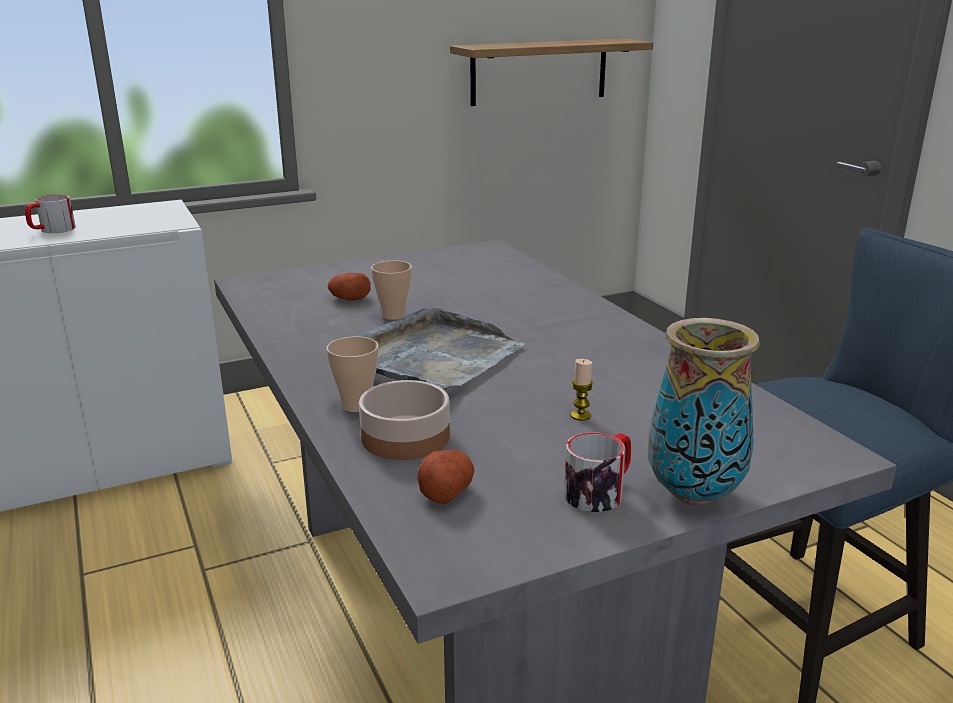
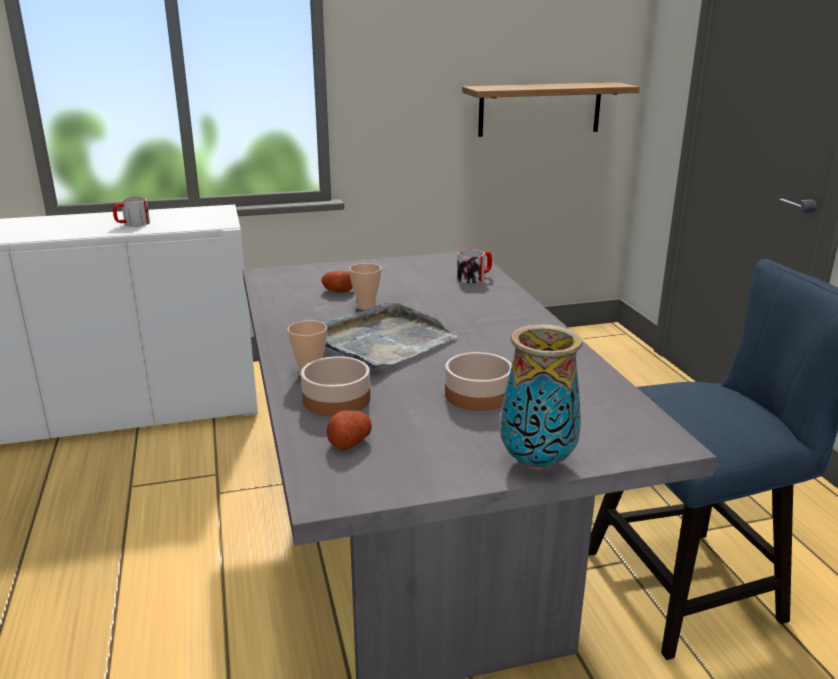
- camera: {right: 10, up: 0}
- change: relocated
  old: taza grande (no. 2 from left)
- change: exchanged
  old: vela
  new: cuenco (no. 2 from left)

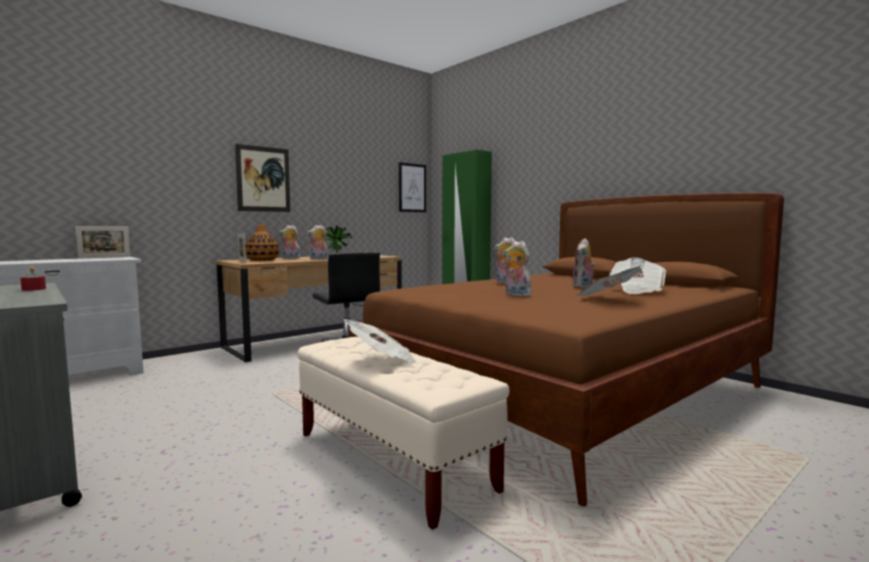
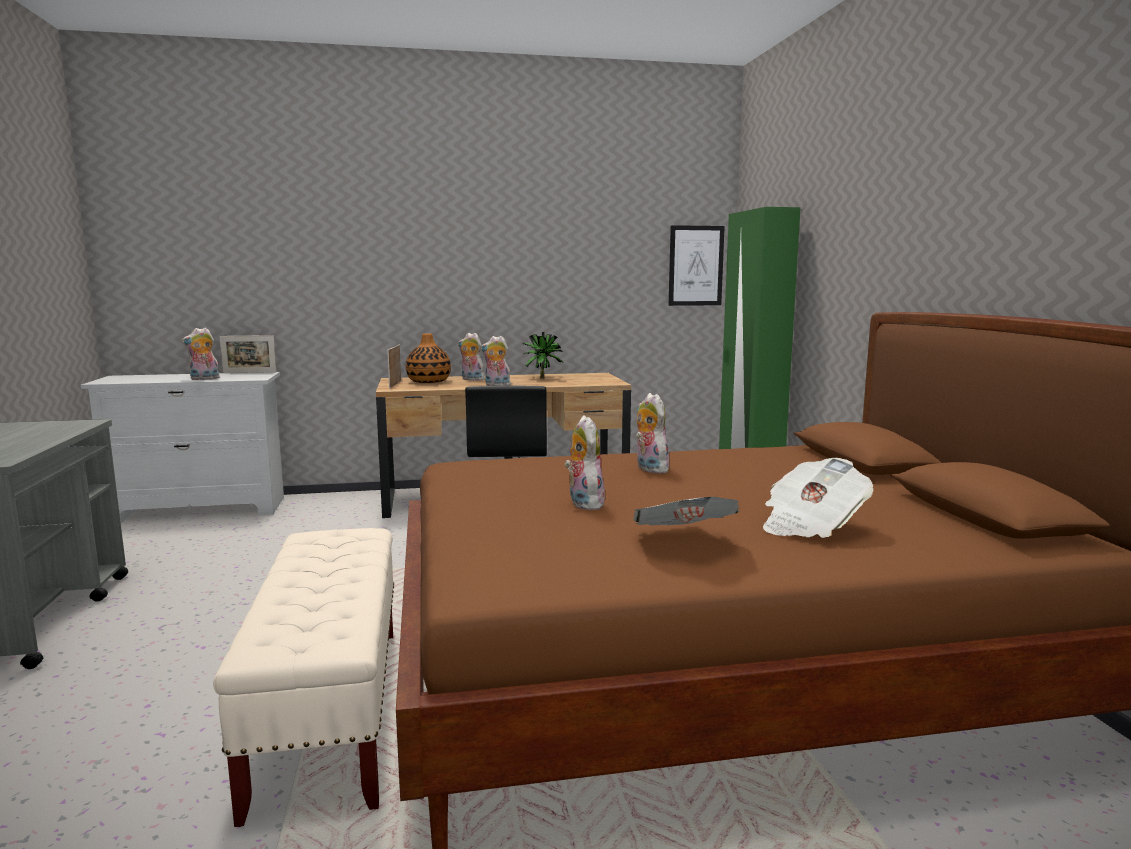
- camera: {right: 30, up: 5}
- change: missing
  old: vela/rojo
- change: missing
  old: cuadro (no. 1 from left)
- change: missing
  old: periódico (no. 1 from left)
- change: relocated
  old: peluche (no. 5 from left in the first image)
  new: peluche (no. 1 from left)

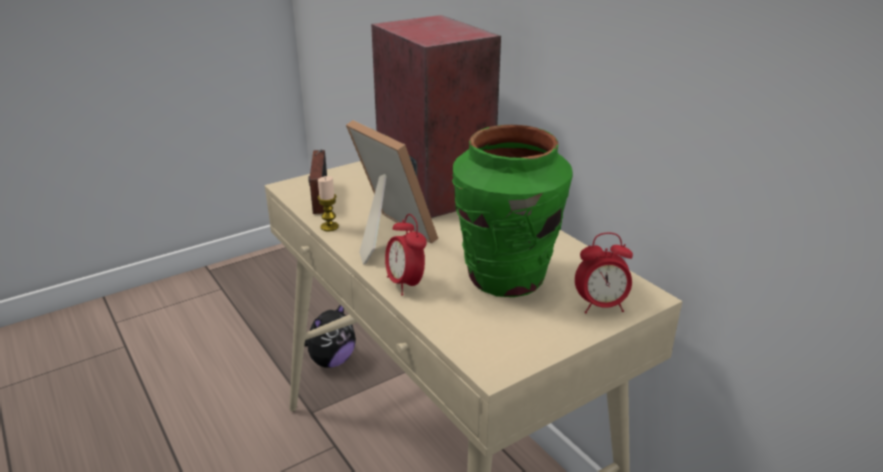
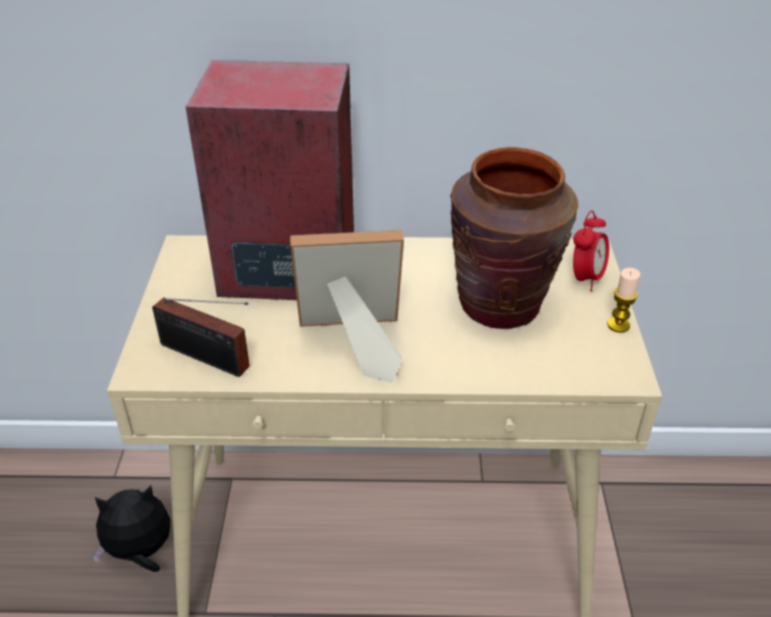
- camera: {right: -55, up: 10}
- change: spun
  old: peluche
  degrees: -90
- change: relocated
  old: vela
- change: missing
  old: despertador (no. 1 from left)
- change: colour
  old: florero/verde
  new: florero/marrón

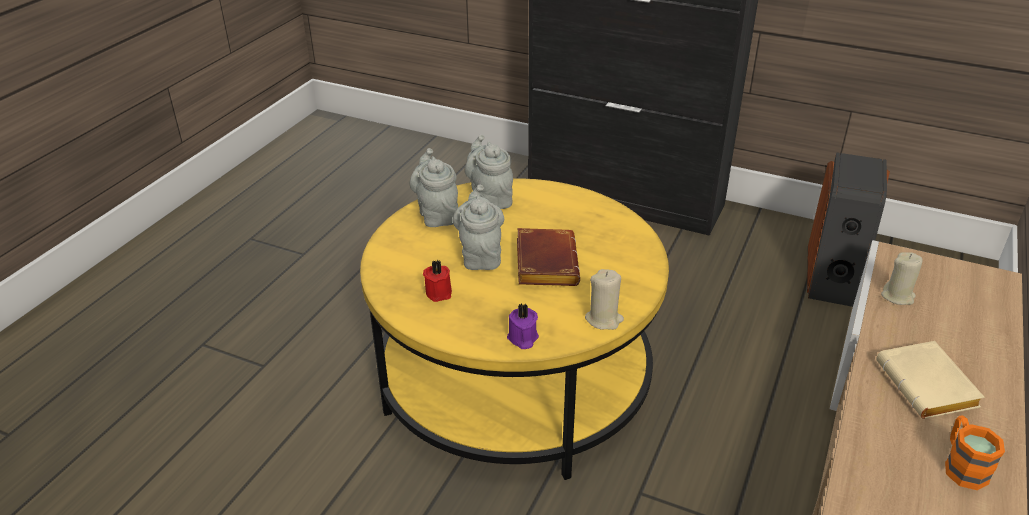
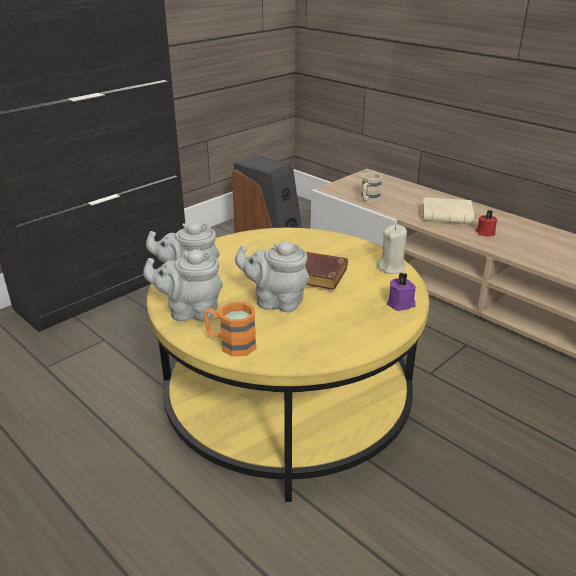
- camera: {right: -70, up: -5}
- change: relocated
  old: vela/rojo
- change: exchanged
  old: vela/beis (no. 2 from left)
  new: taza grande/beis
- change: relocated
  old: taza grande/naranja

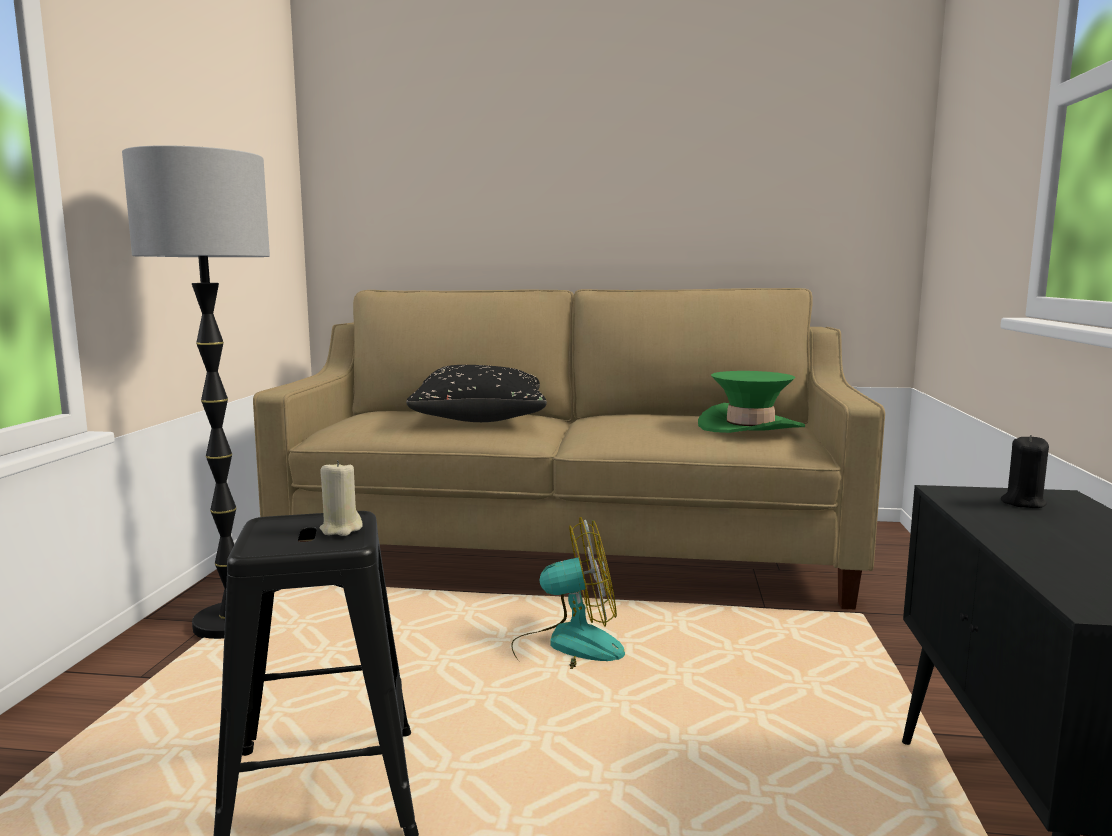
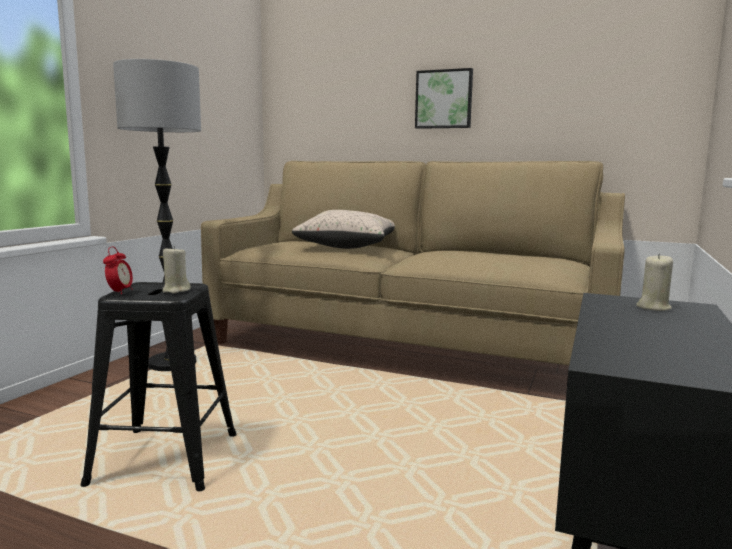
- camera: {right: 15, up: 0}
- change: colour
  old: cojín/negro
  new: cojín/beis
- change: missing
  old: ventilador
- change: missing
  old: sombrero/verde
- change: colour
  old: vela/negro
  new: vela/beis (no. 2 from left)
- change: appeared
  new: despertador
- change: appeared
  new: cuadro

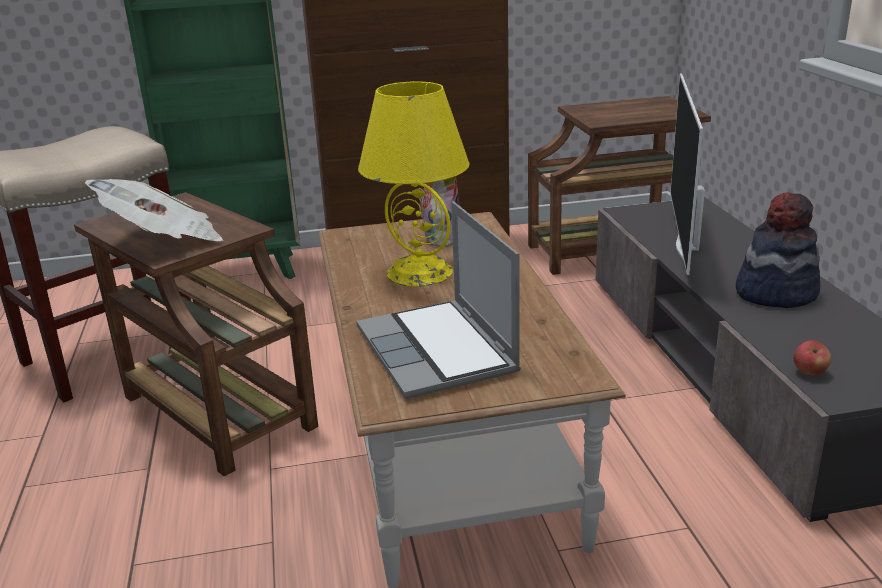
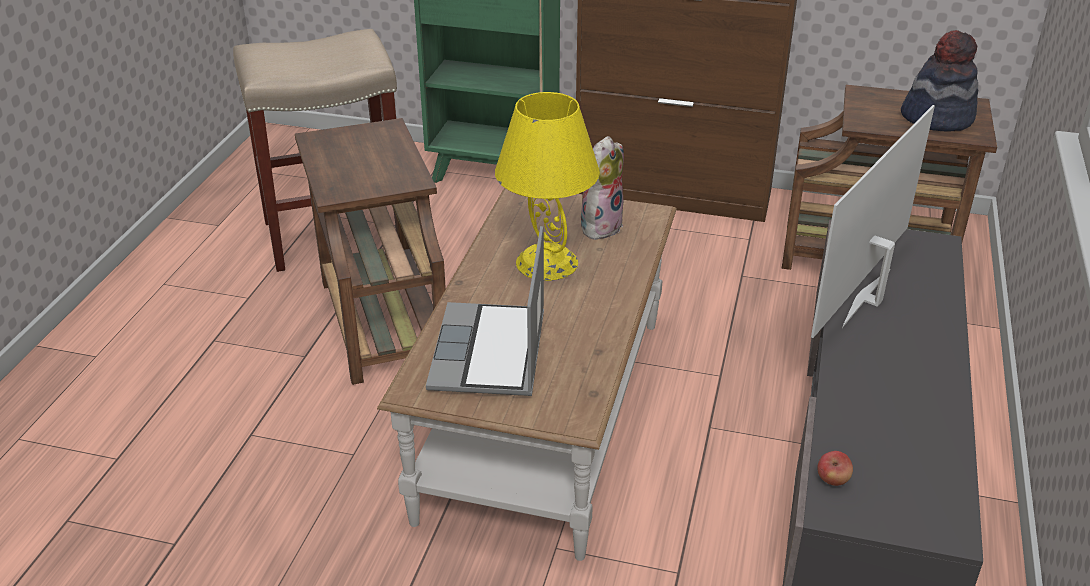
- camera: {right: 25, up: 10}
- change: missing
  old: periódico
- change: relocated
  old: sombrero

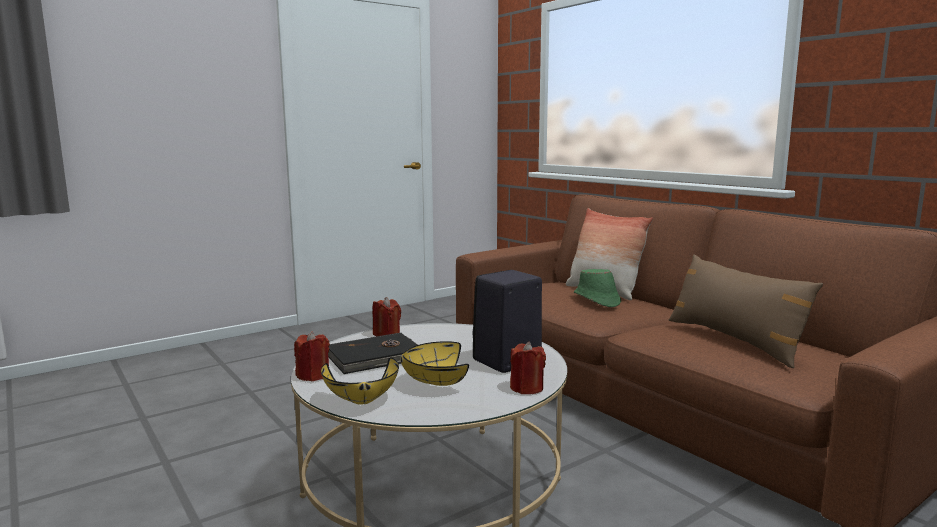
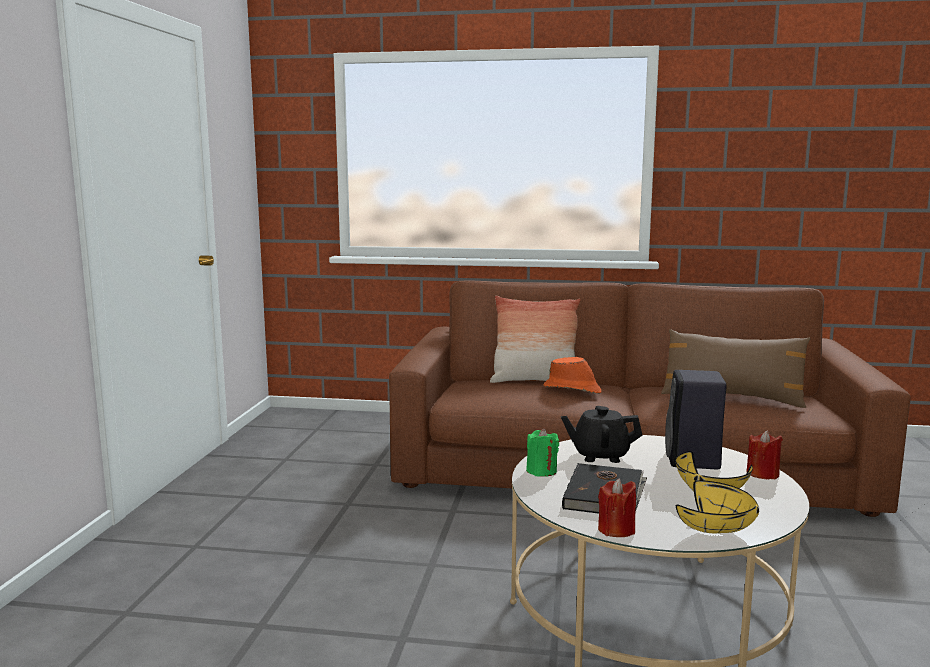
- camera: {right: -45, up: 0}
- change: colour
  old: vela/rojo (no. 2 from left)
  new: vela/verde
- change: colour
  old: sombrero/verde
  new: sombrero/naranja
- change: appeared
  new: tetera/negro

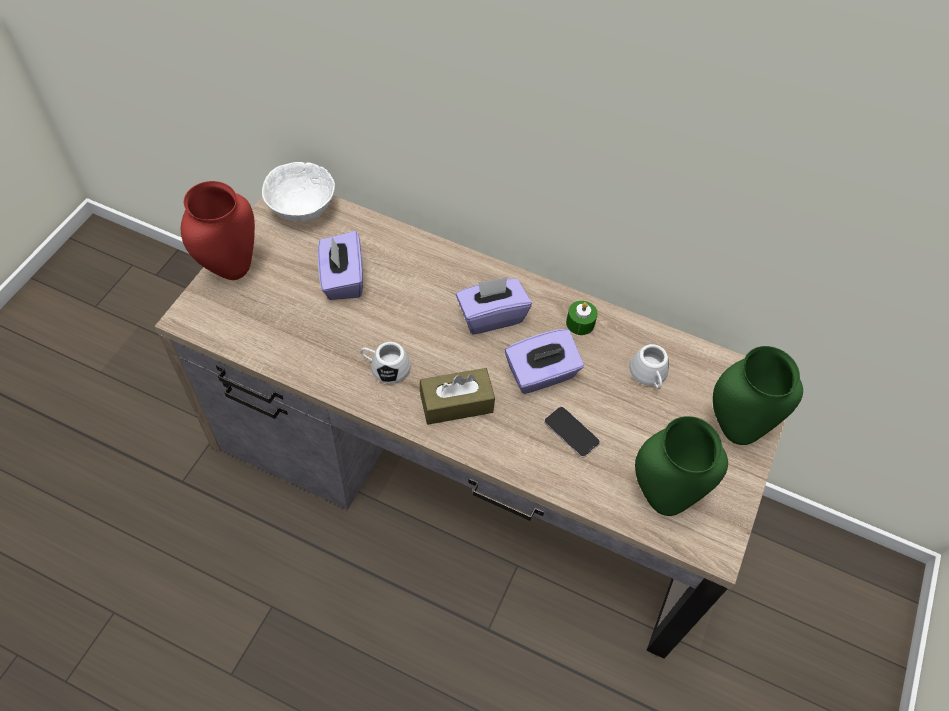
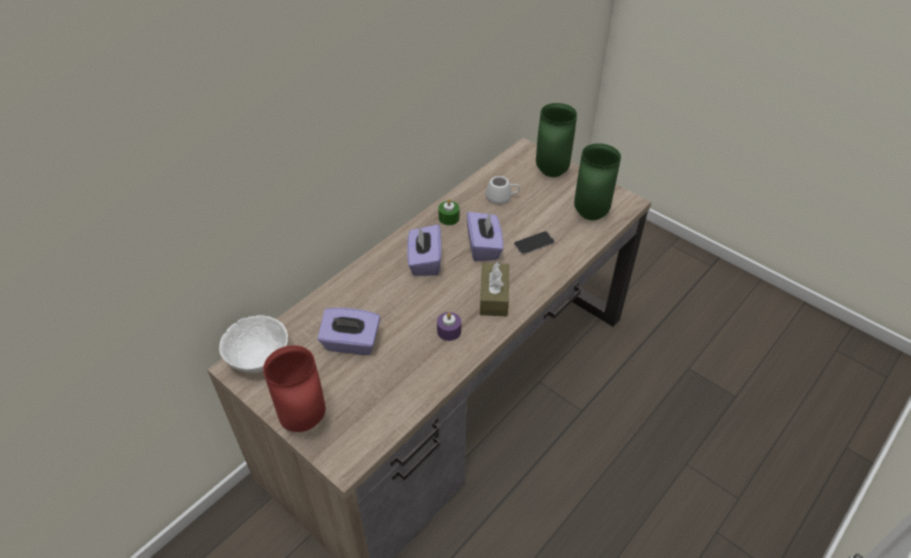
- camera: {right: -70, up: -10}
- change: exchanged
  old: taza grande/blanco (no. 1 from left)
  new: vela/morado

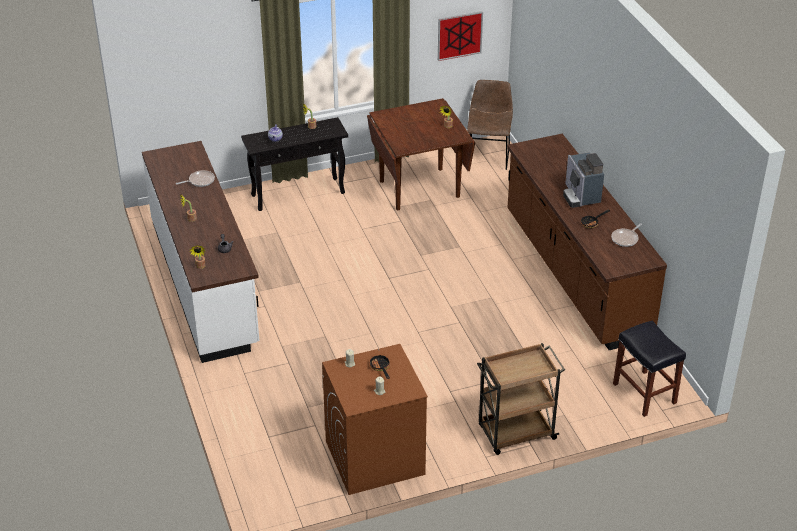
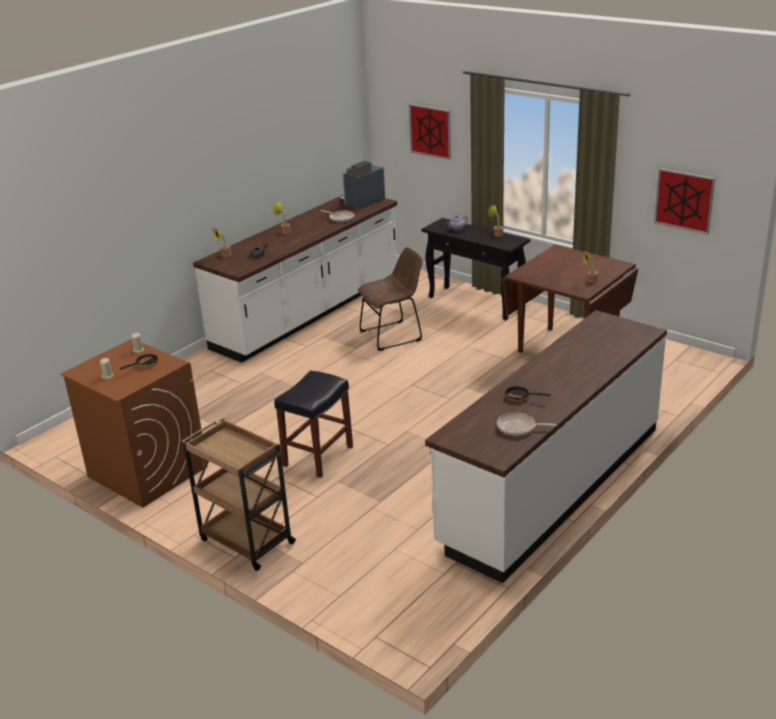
- camera: {right: 60, up: -10}
- change: relocated
  old: silla/marrón
- change: colour
  old: mueble bajo de cocina/marrón
  new: mueble bajo de cocina/blanco (no. 2 from left)
- change: relocated
  old: cafetera
- change: relocated
  old: taburete/negro
- change: appeared
  new: cuadro (no. 1 from left)

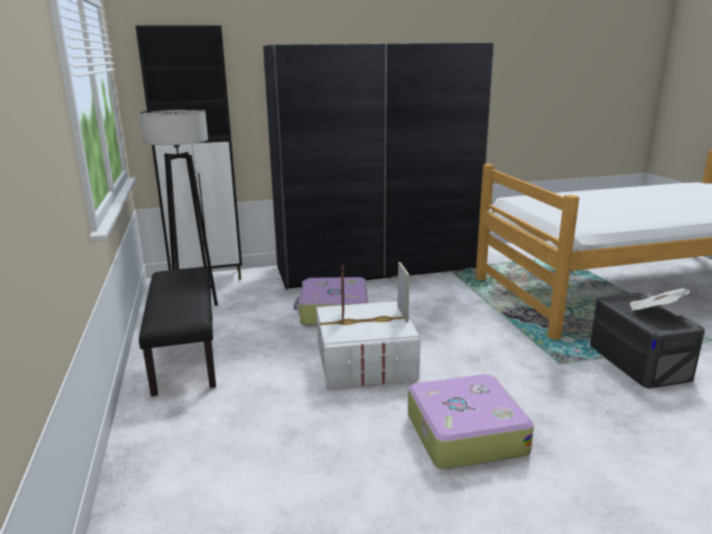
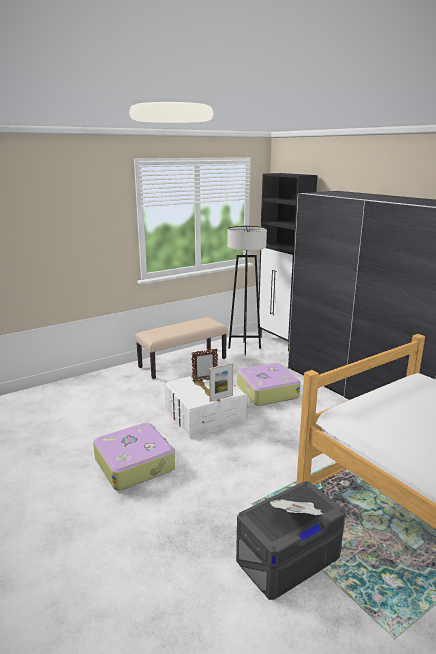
- camera: {right: 70, up: 0}
- change: colour
  old: banco/negro
  new: banco/beis

